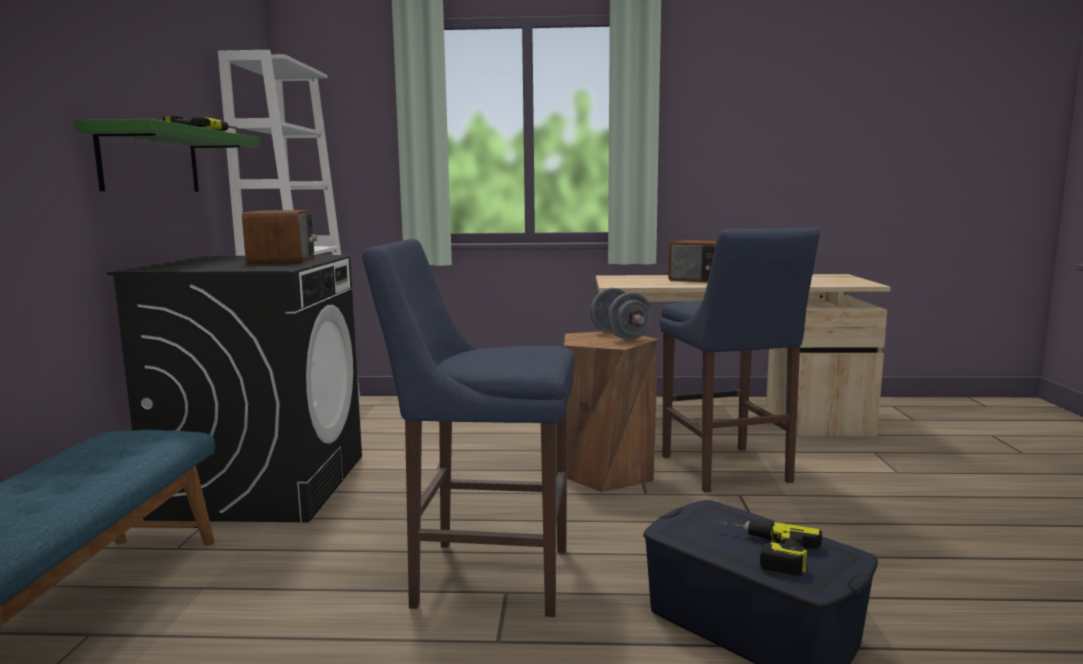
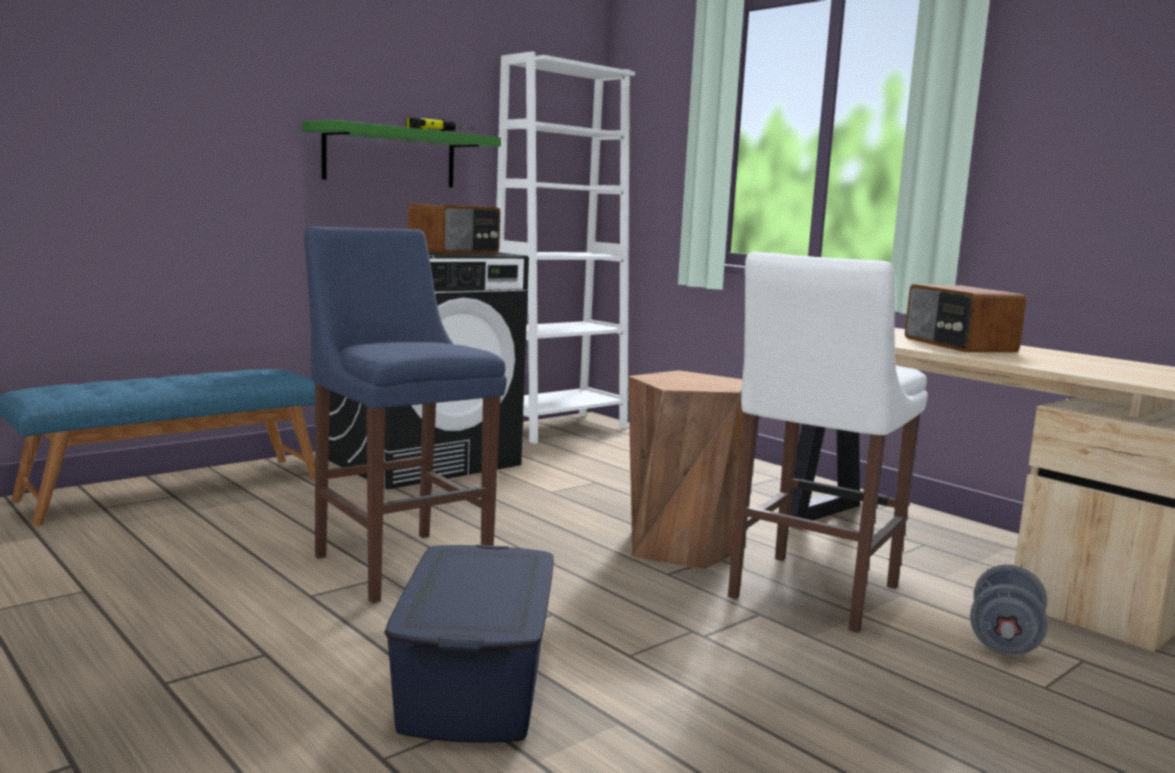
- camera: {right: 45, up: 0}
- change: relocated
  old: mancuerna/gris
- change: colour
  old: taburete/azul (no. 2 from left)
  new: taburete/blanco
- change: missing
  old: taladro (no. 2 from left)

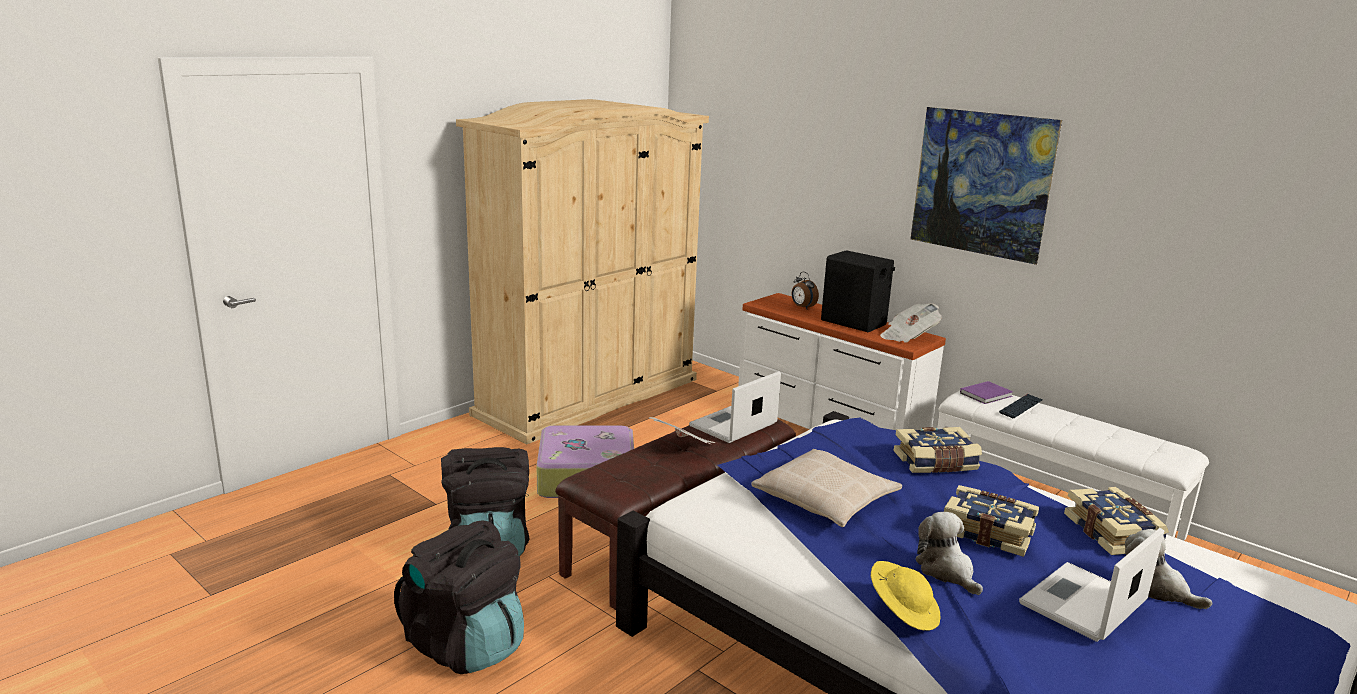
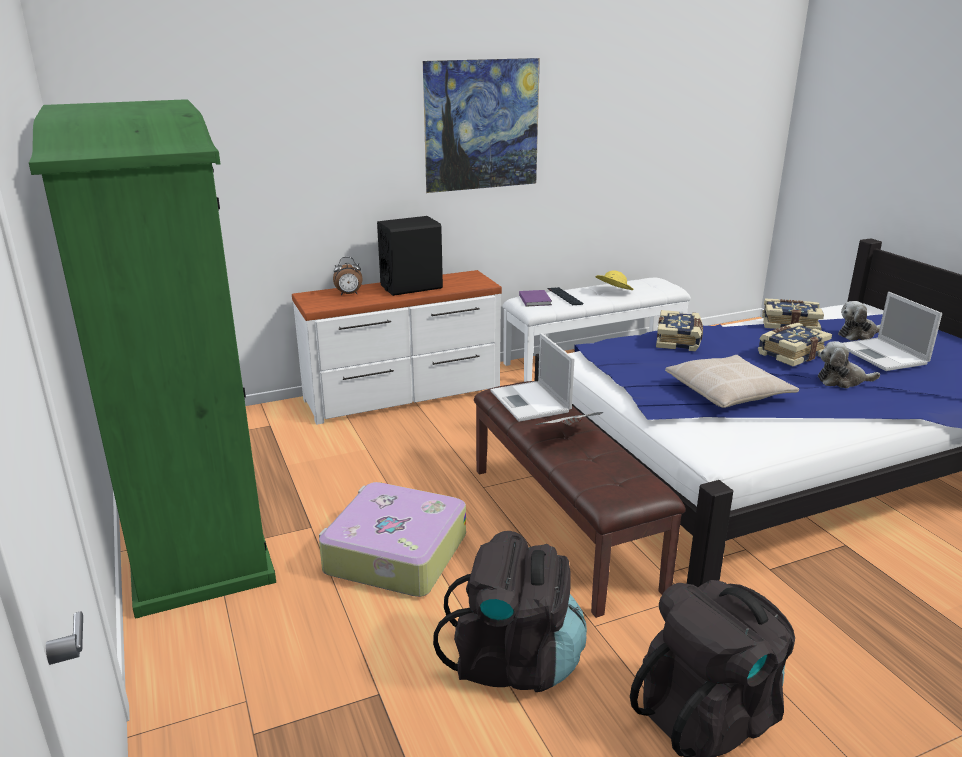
- camera: {right: -65, up: 5}
- change: colour
  old: armario ropero/beis
  new: armario ropero/verde
- change: relocated
  old: sombrero/amarillo
- change: missing
  old: periódico (no. 2 from left)

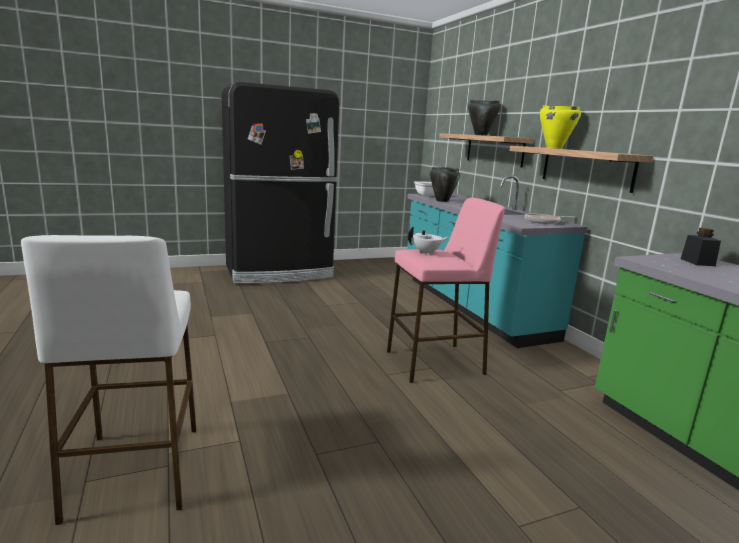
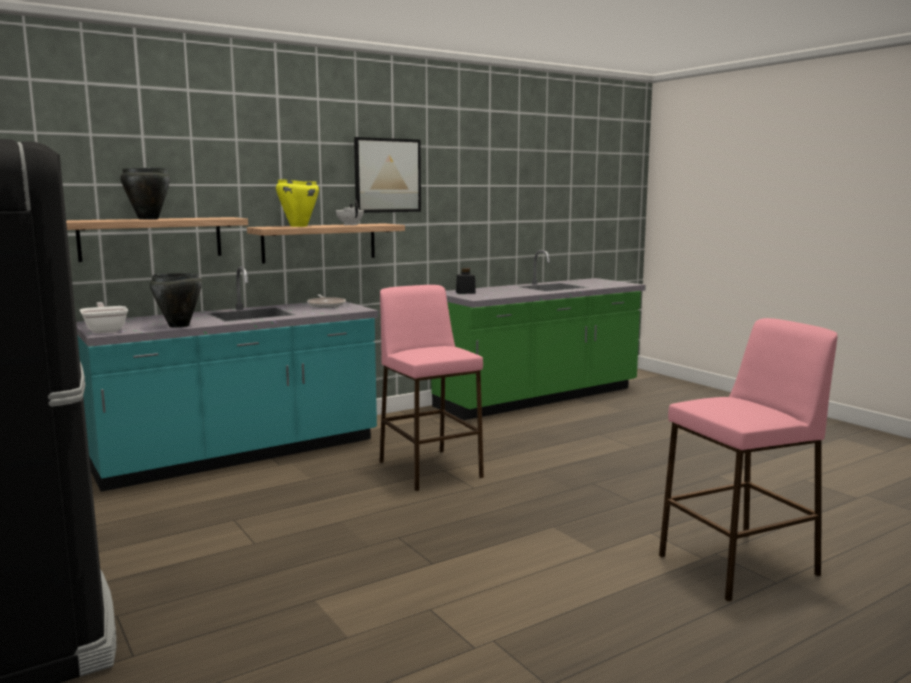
- camera: {right: -100, up: -5}
- change: colour
  old: taburete/blanco
  new: taburete/rosa (no. 2 from left)
- change: relocated
  old: tetera/blanco
- change: appeared
  new: cuadro

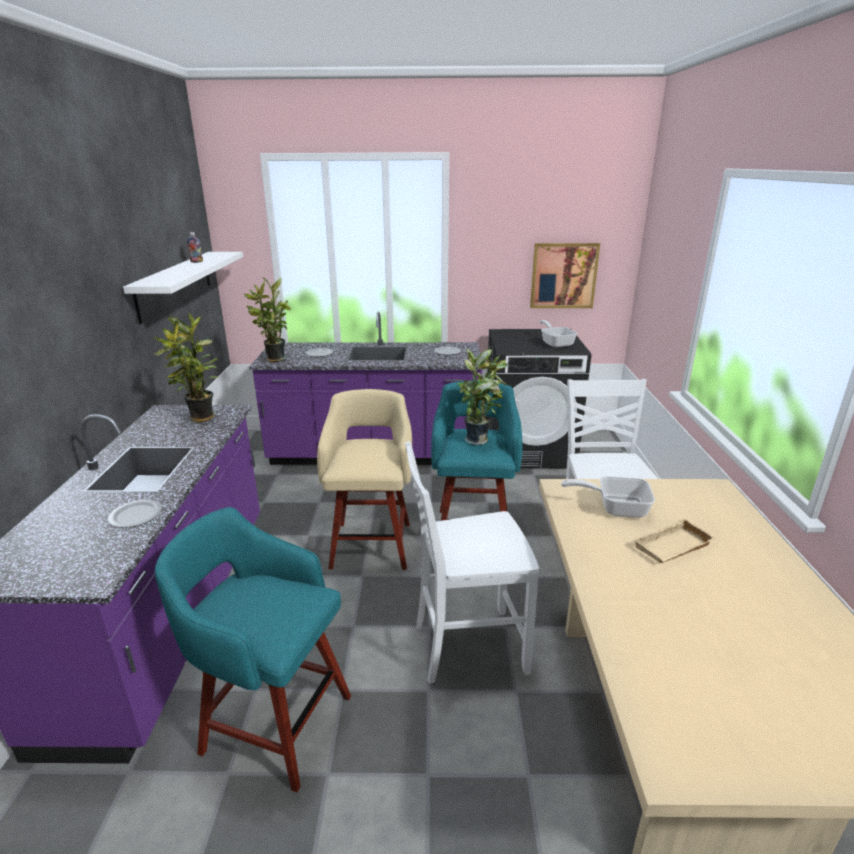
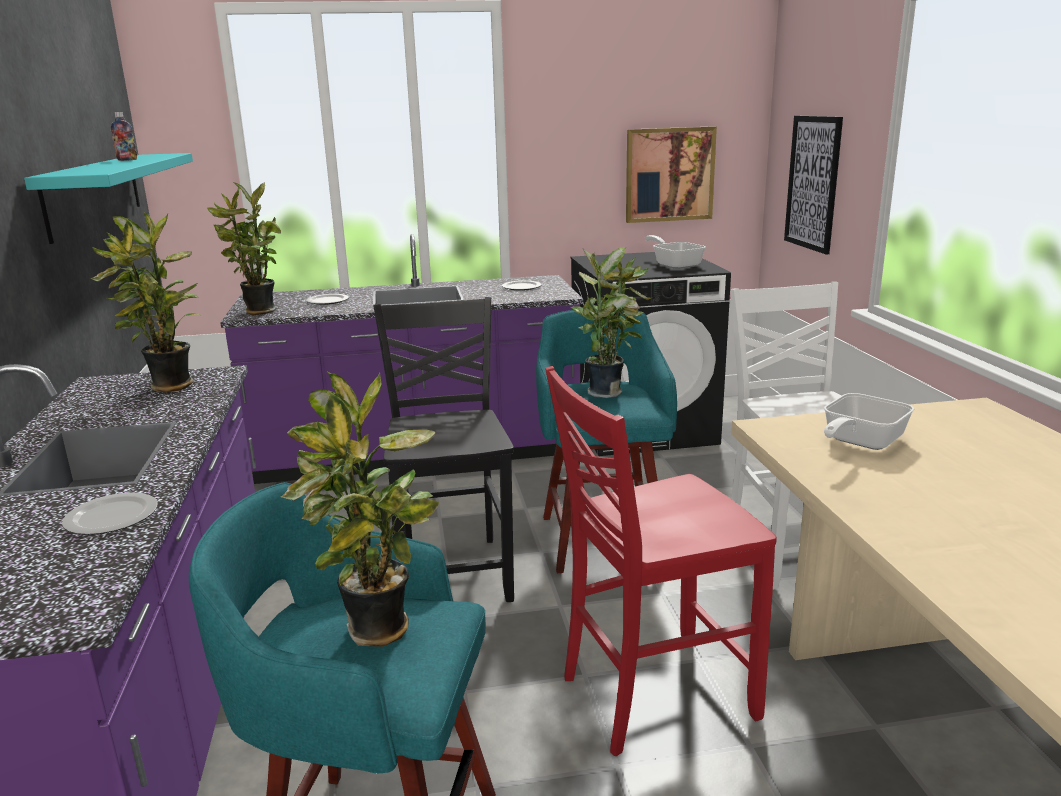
- camera: {right: -10, up: -5}
- change: colour
  old: estante/blanco
  new: estante/turquesa
- change: exchanged
  old: taburete/beis
  new: silla/negro
- change: colour
  old: silla/blanco (no. 1 from left)
  new: silla/rojo
- change: spun
  old: sartén (no. 2 from left)
  degrees: -45
- change: missing
  old: bandeja/beis
- change: appeared
  new: planta en maceta (no. 3 from left)
- change: appeared
  new: cuadro (no. 2 from left)

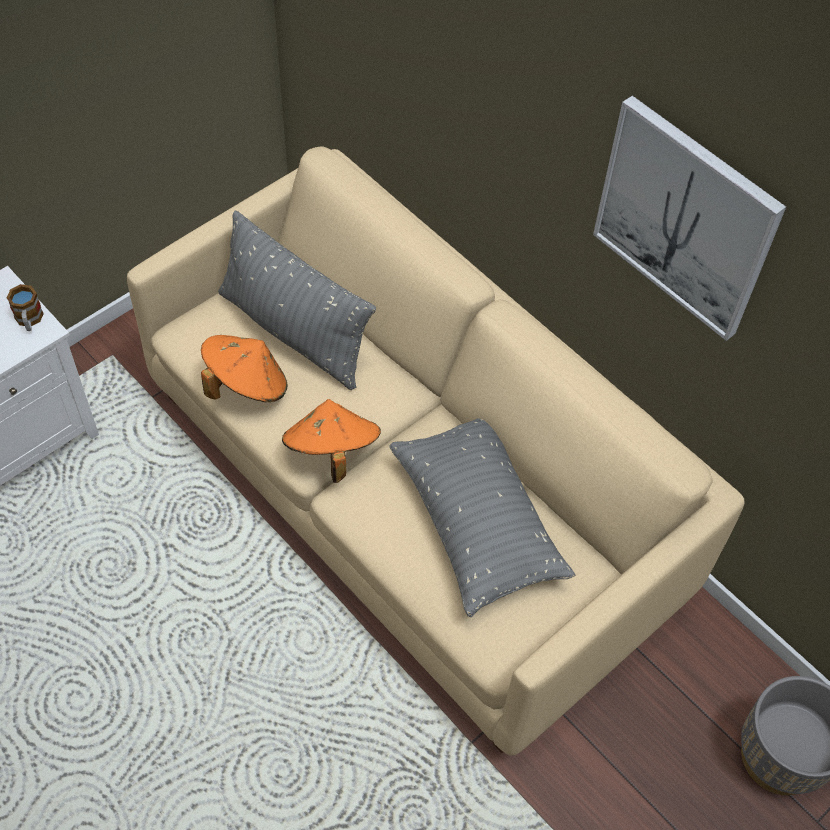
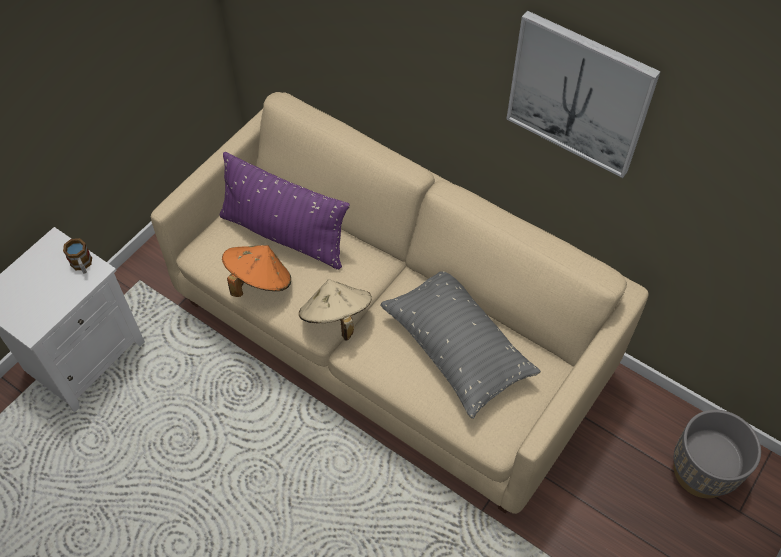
- camera: {right: -10, up: 0}
- change: colour
  old: cojín/gris (no. 1 from left)
  new: cojín/morado
- change: colour
  old: sombrero/naranja (no. 2 from left)
  new: sombrero/beis

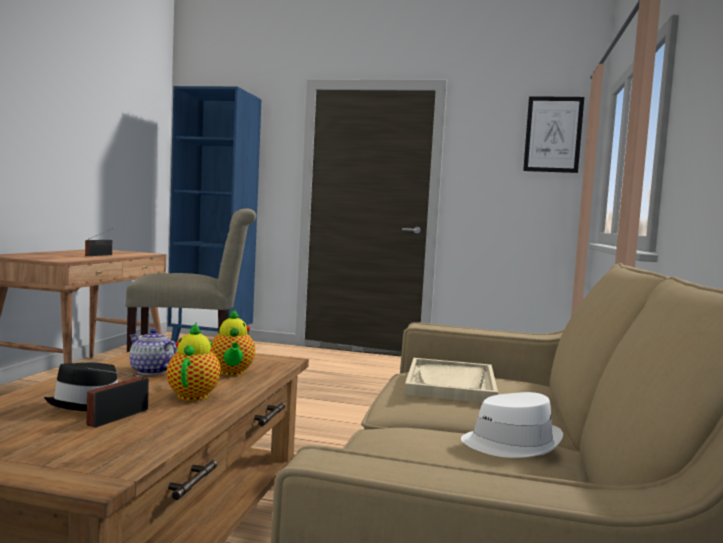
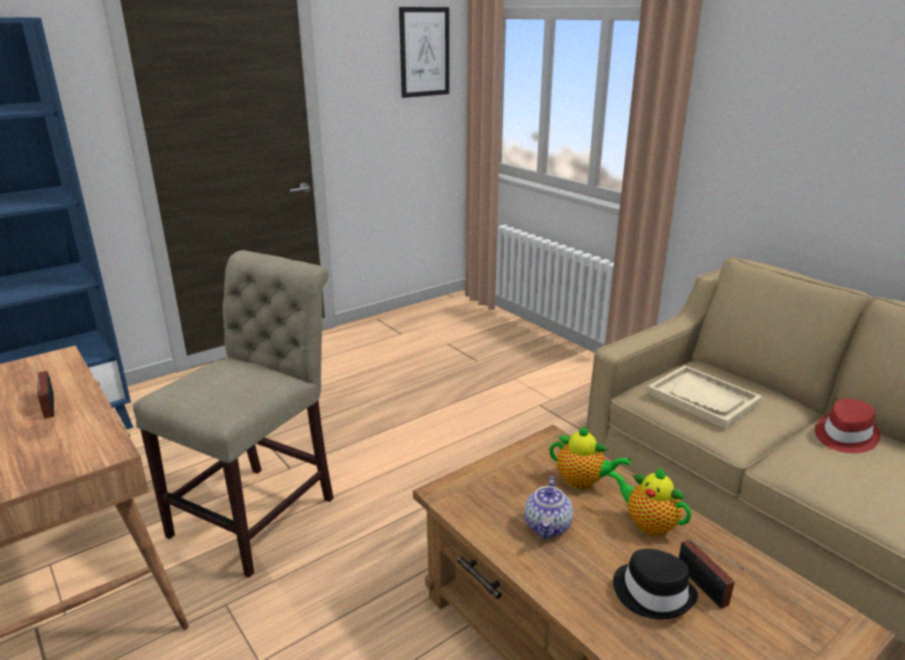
- camera: {right: -50, up: 20}
- change: spun
  old: tetera (no. 1 from left)
  degrees: -60
- change: colour
  old: sombrero/blanco
  new: sombrero/rojo

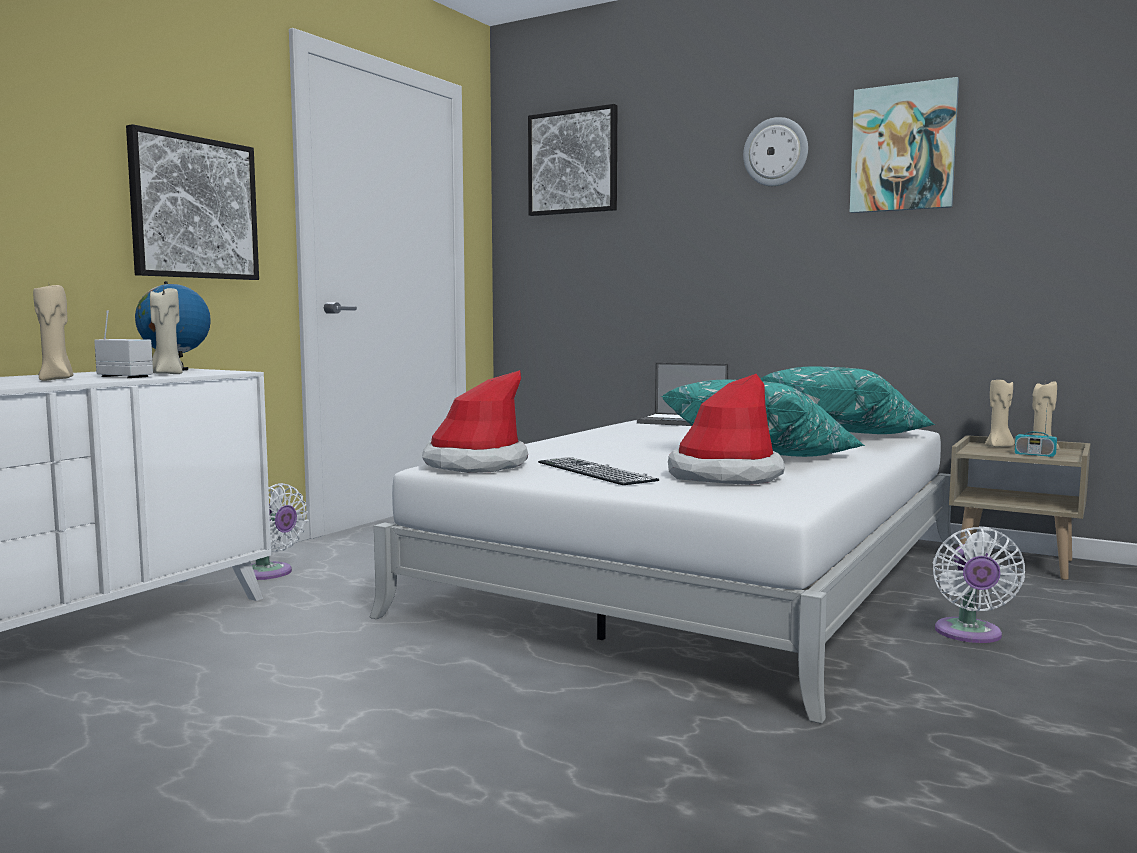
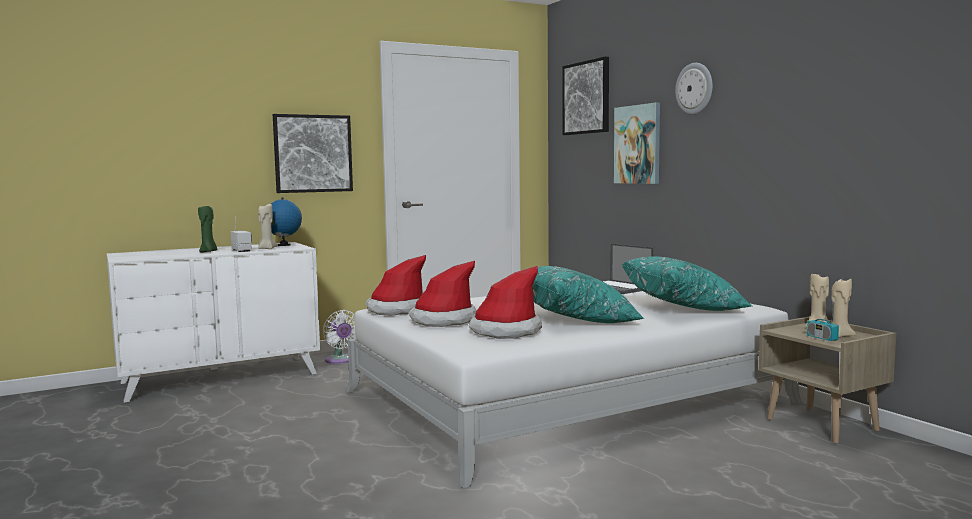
- camera: {right: 30, up: 0}
- change: colour
  old: vela/beis (no. 1 from left)
  new: vela/verde
- change: exchanged
  old: teclado
  new: sombrero (no. 2 from left)
- change: relocated
  old: cuadro (no. 3 from left)
- change: missing
  old: ventilador/blanco (no. 2 from left)

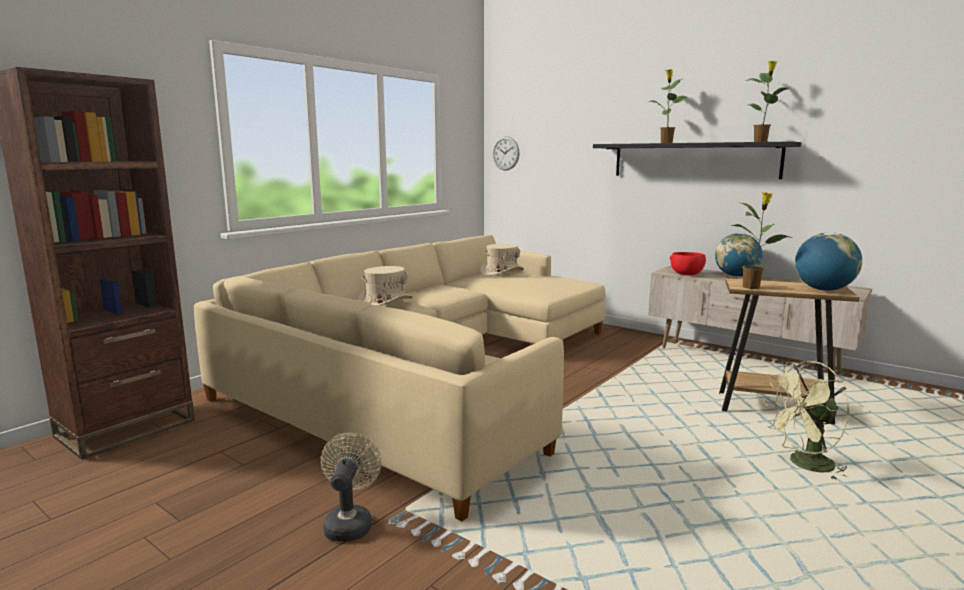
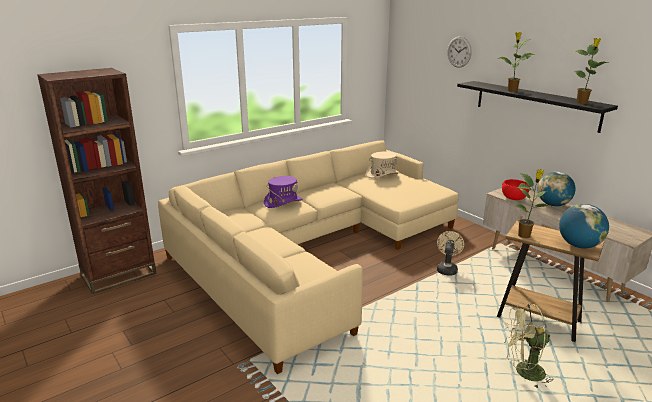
- camera: {right: 15, up: 10}
- change: relocated
  old: ventilador/beis
- change: colour
  old: sombrero/beis (no. 1 from left)
  new: sombrero/morado
- change: relocated
  old: reloj de pared

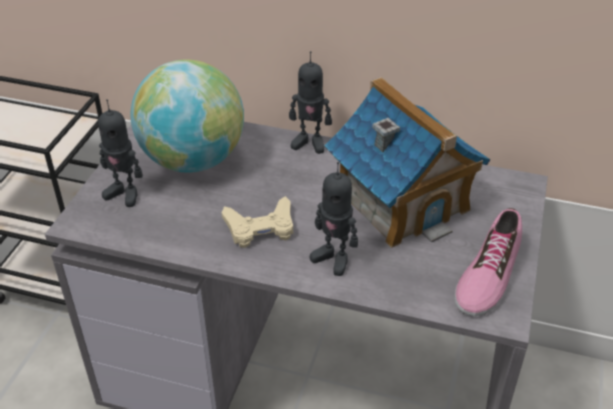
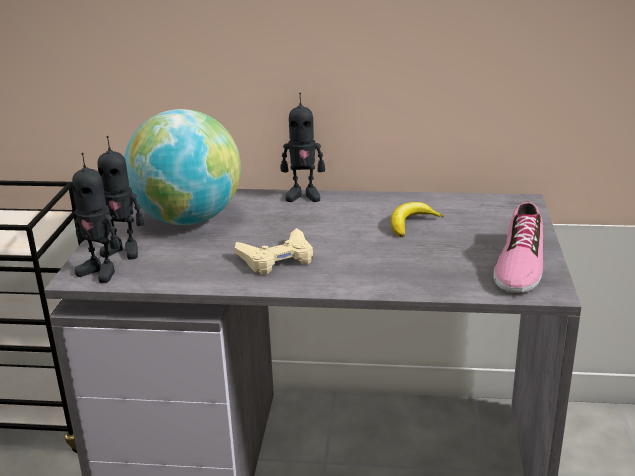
- camera: {right: -10, up: -15}
- change: relocated
  old: robot de juguete (no. 3 from left in the first image)
  new: robot de juguete (no. 1 from left)
- change: exchanged
  old: casita
  new: plátano

